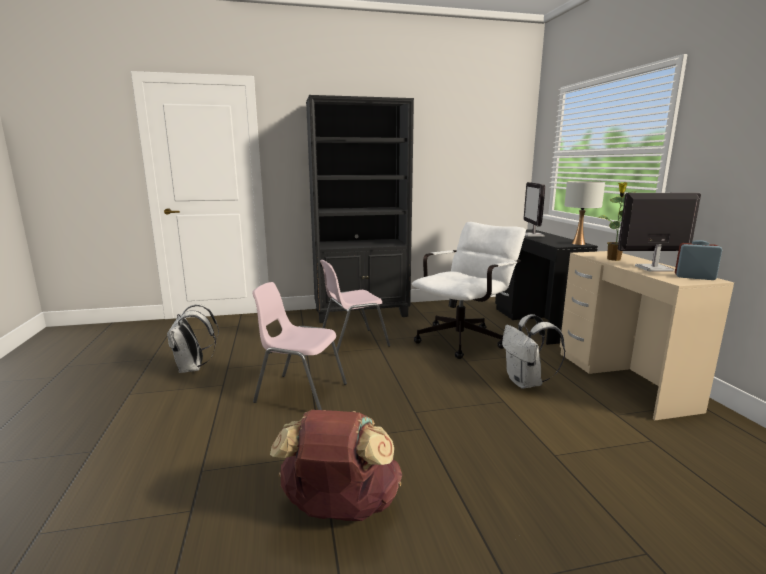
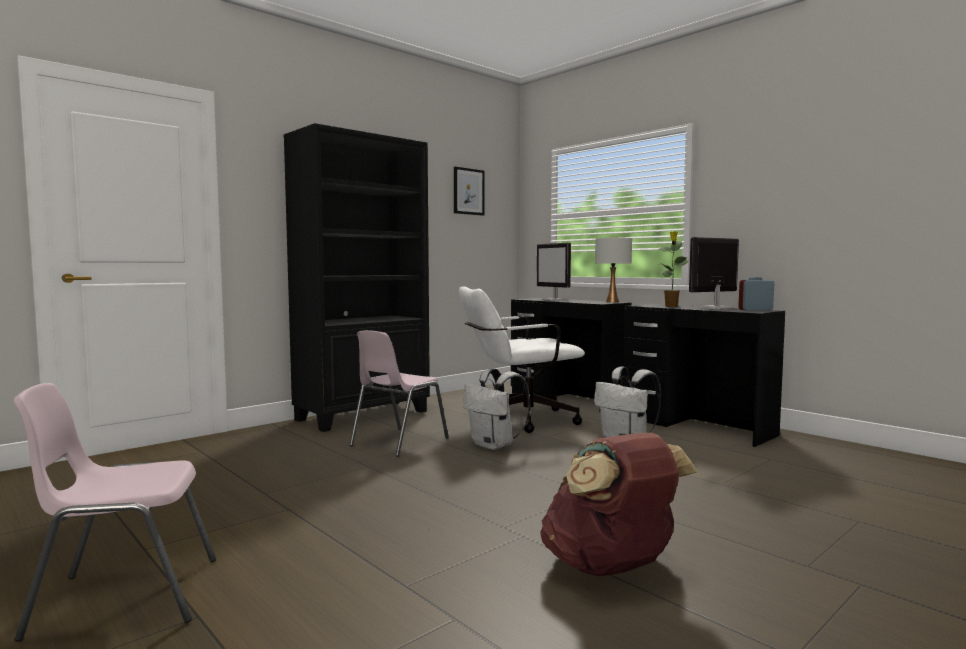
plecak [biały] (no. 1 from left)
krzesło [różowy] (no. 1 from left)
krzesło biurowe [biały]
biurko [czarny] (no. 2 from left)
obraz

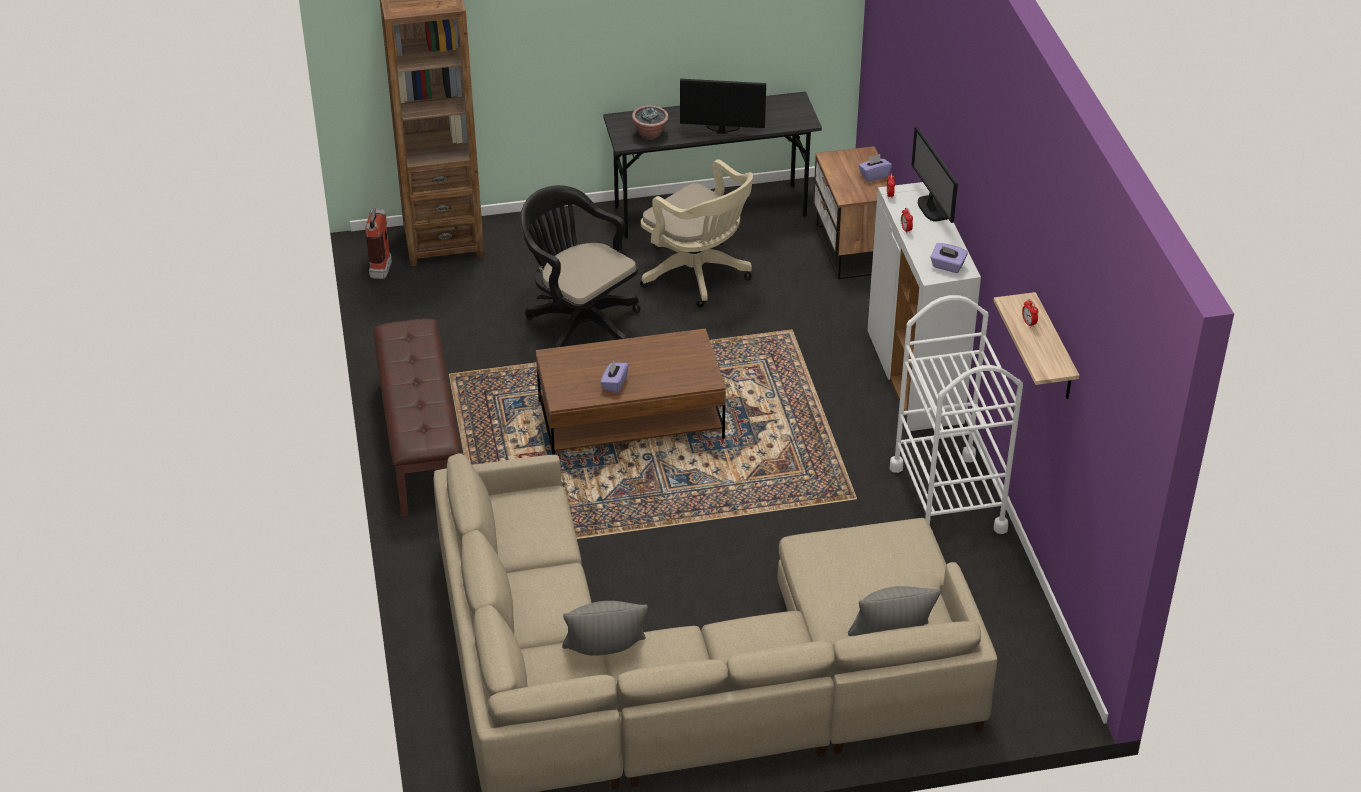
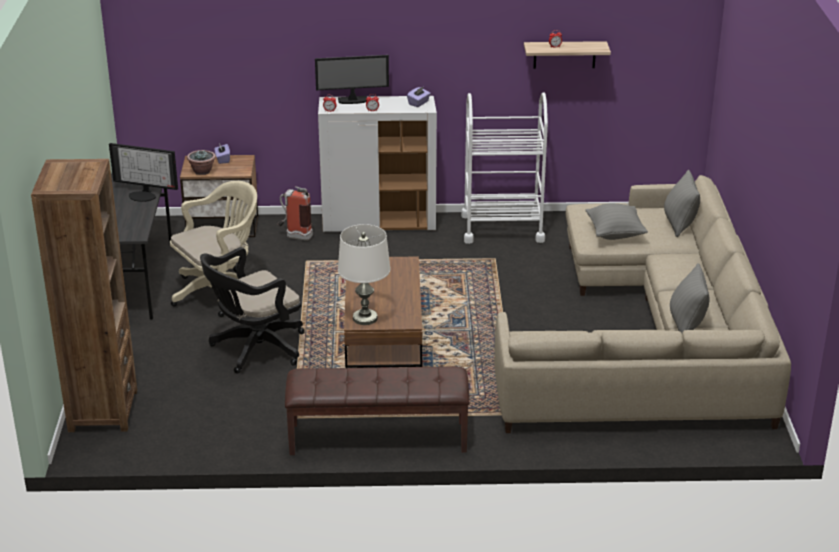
gaśnica
pudełko chusteczek [fioletowy] (no. 1 from left in the first image)
roślina doniczkowa
monitor (no. 1 from left)
lampa stołowa [biały]
poduszka [szary] (no. 1 from left)

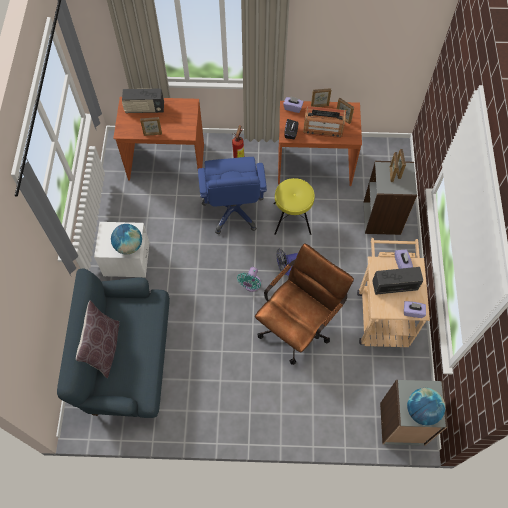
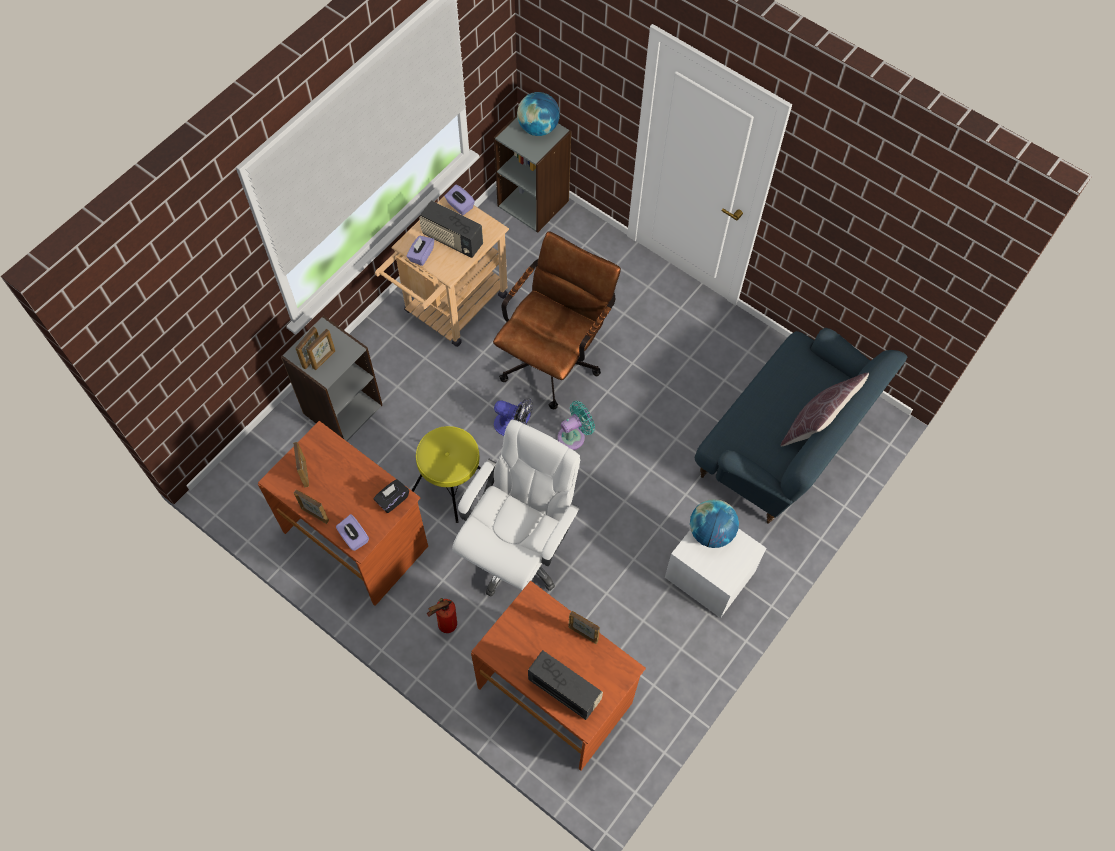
krzesło biurowe [biały]
krzesło biurowe [brązowy]
radio (no. 2 from left in the first image)

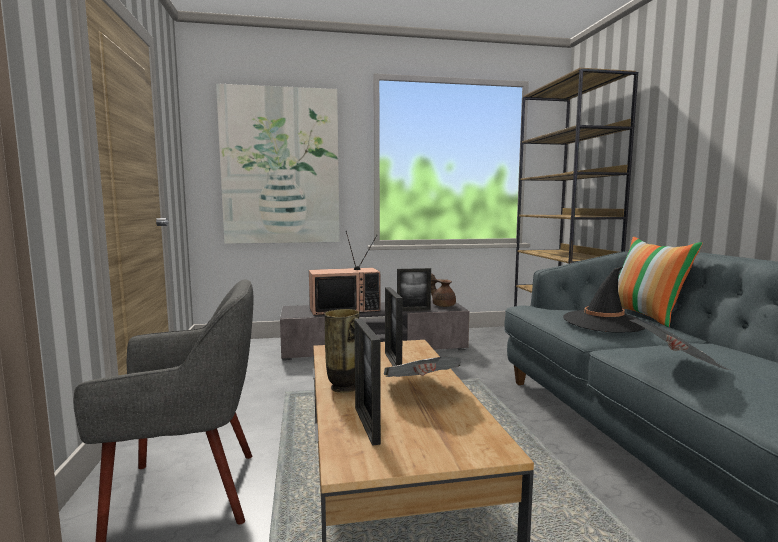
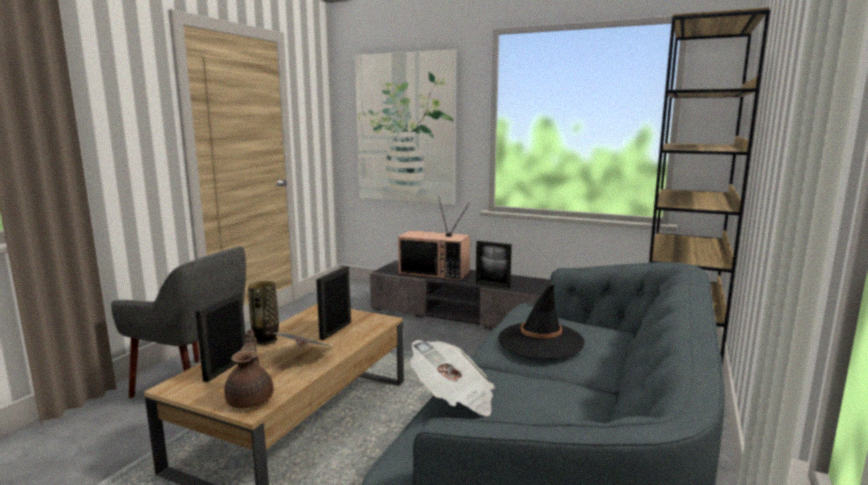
imbryk [brązowy]
poduszka

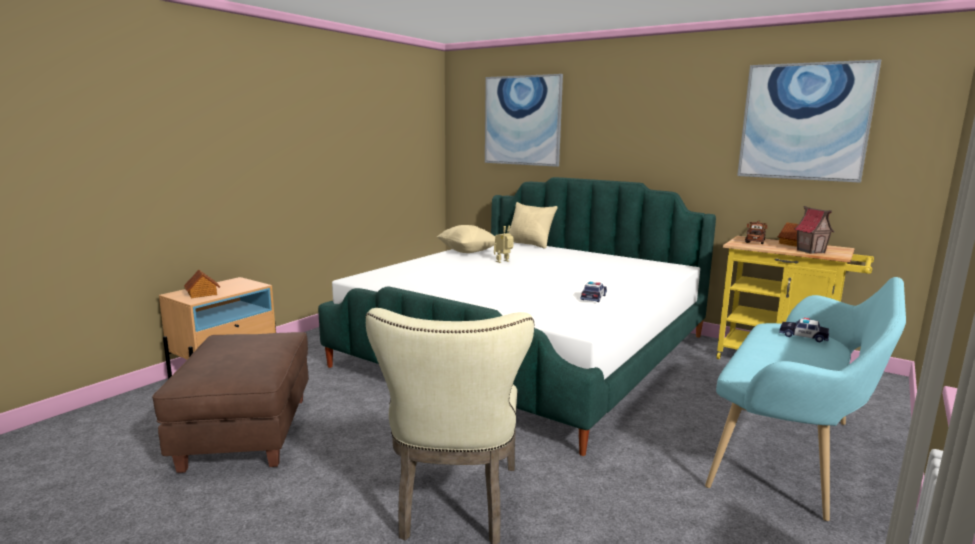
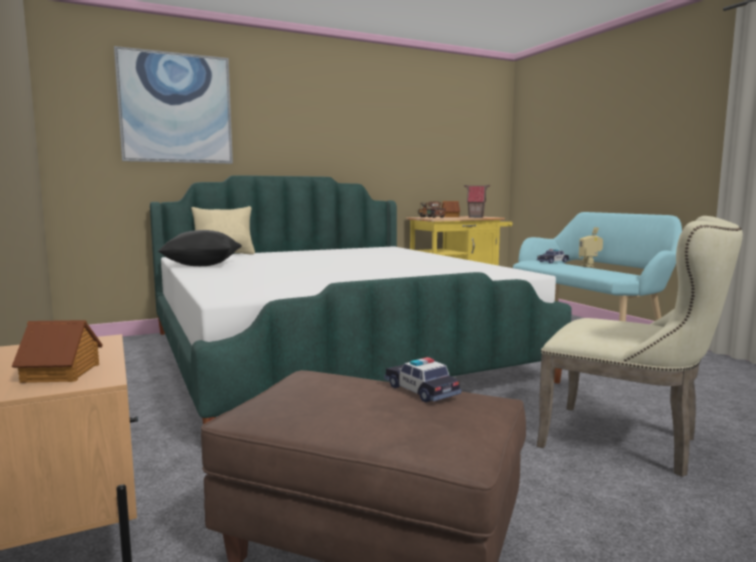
poduszka [czarny]
robot zabawkowy
samochodzik (no. 1 from left)
obraz (no. 2 from left in the first image)

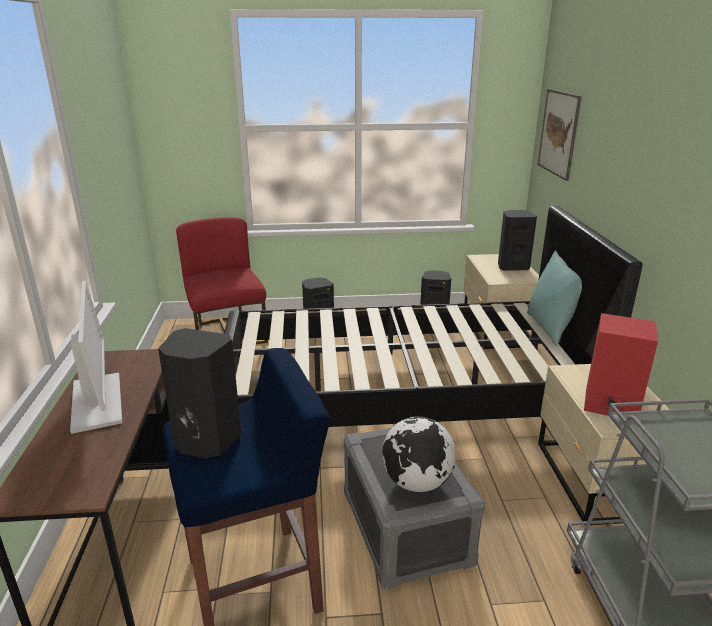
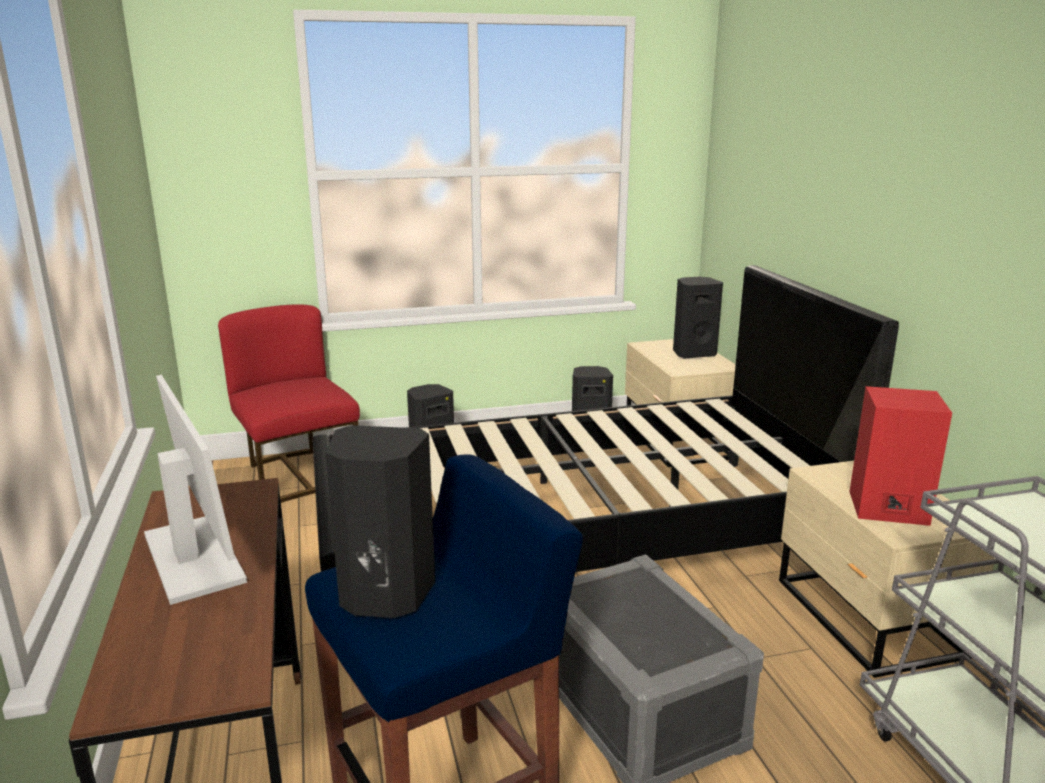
globus
poduszka [turkusowy]
obraz

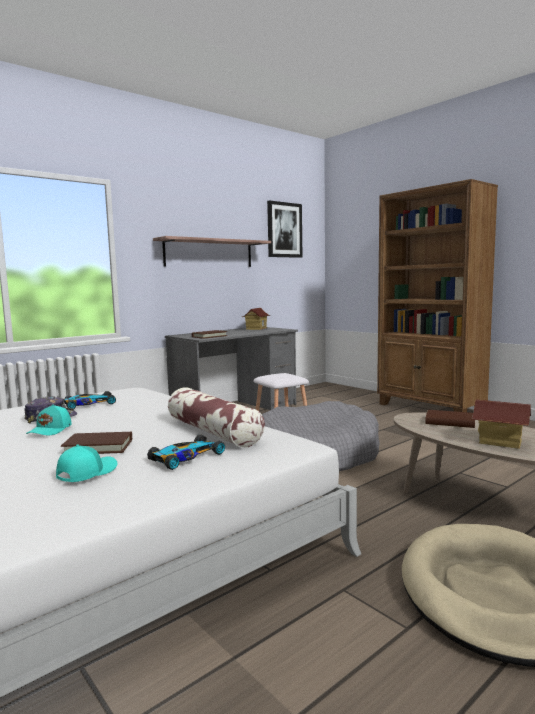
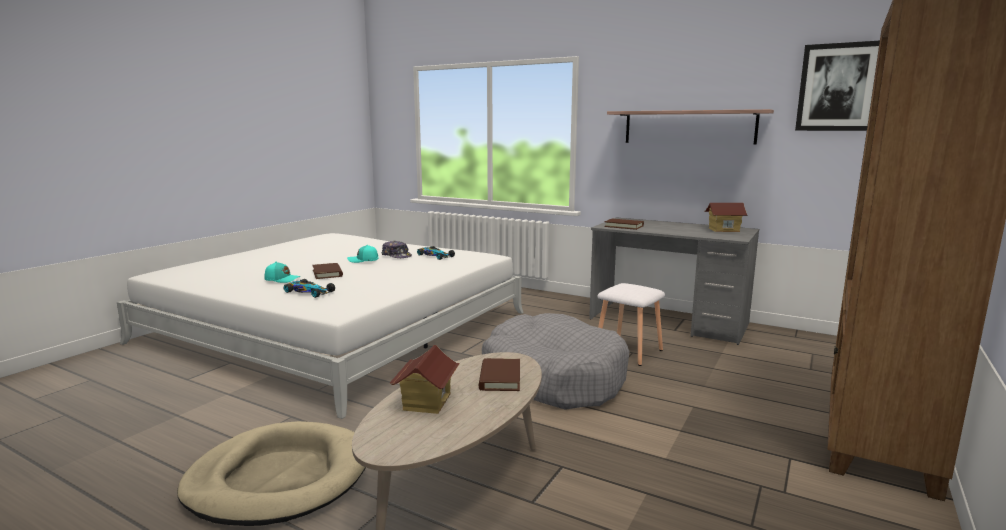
poduszka

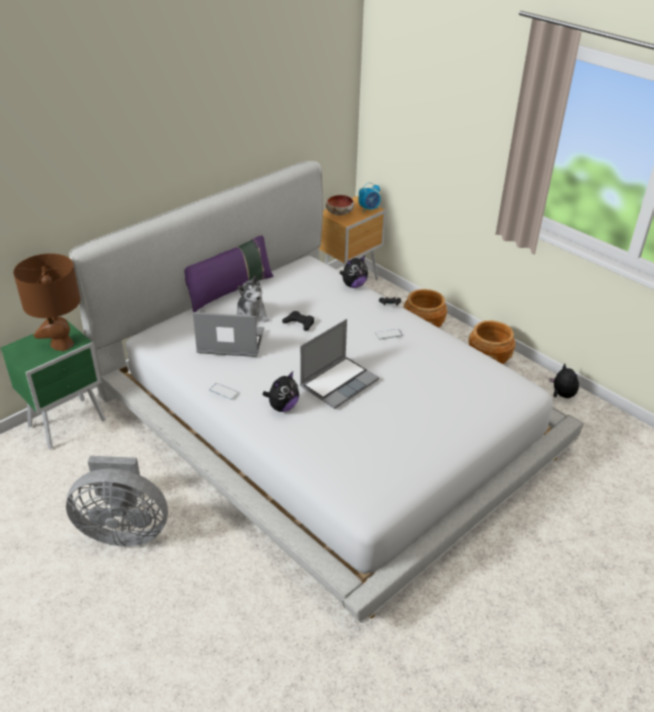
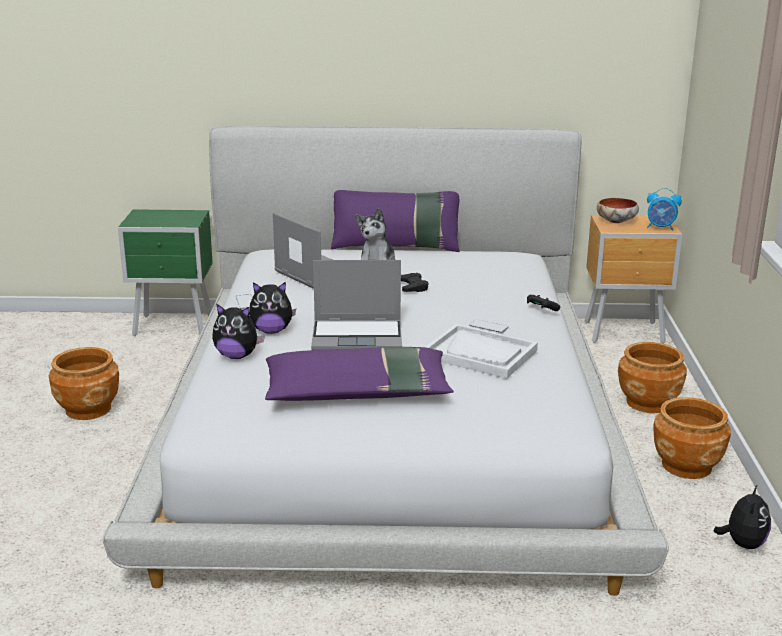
lampa stołowa [brązowy]
donica [brązowy] (no. 1 from left)
pluszak (no. 1 from left)
poduszka [fioletowy] (no. 1 from left)
taca [biały]

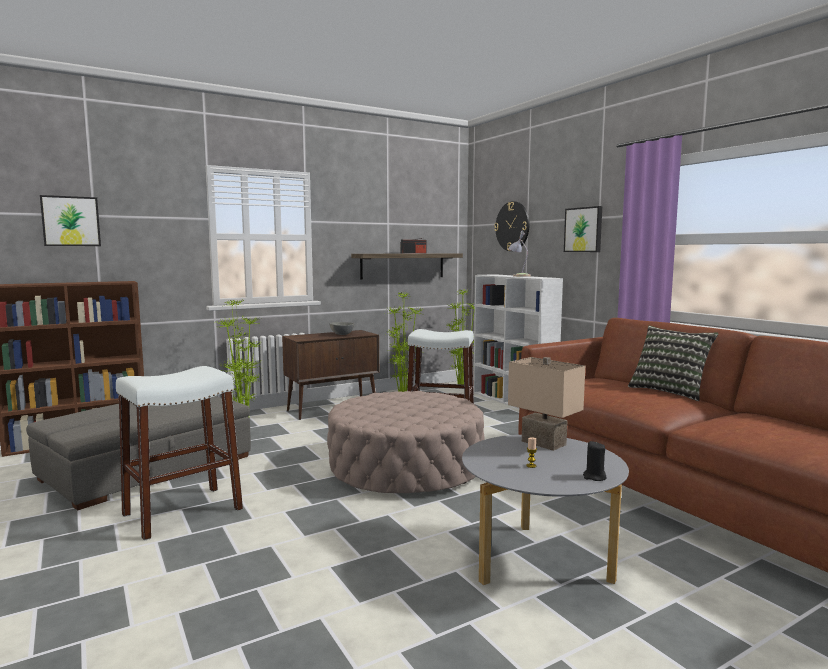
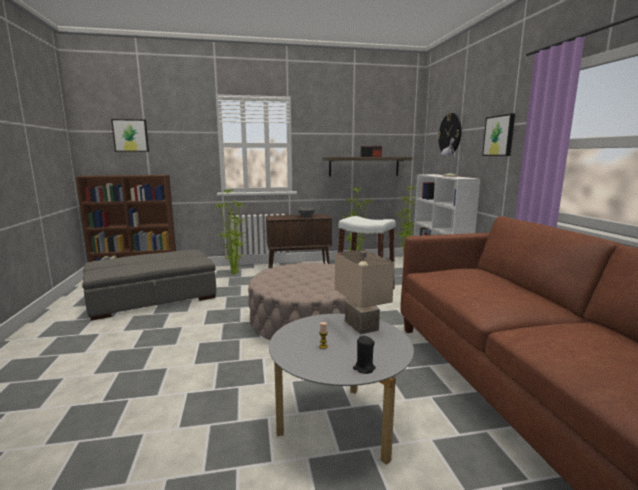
stołek [biały] (no. 1 from left in the first image)
poduszka

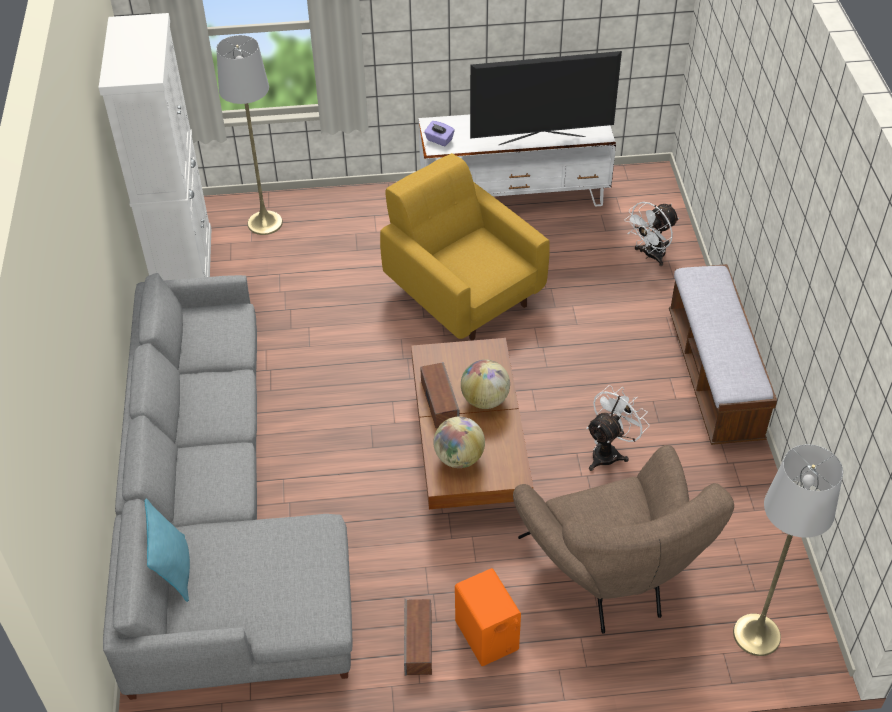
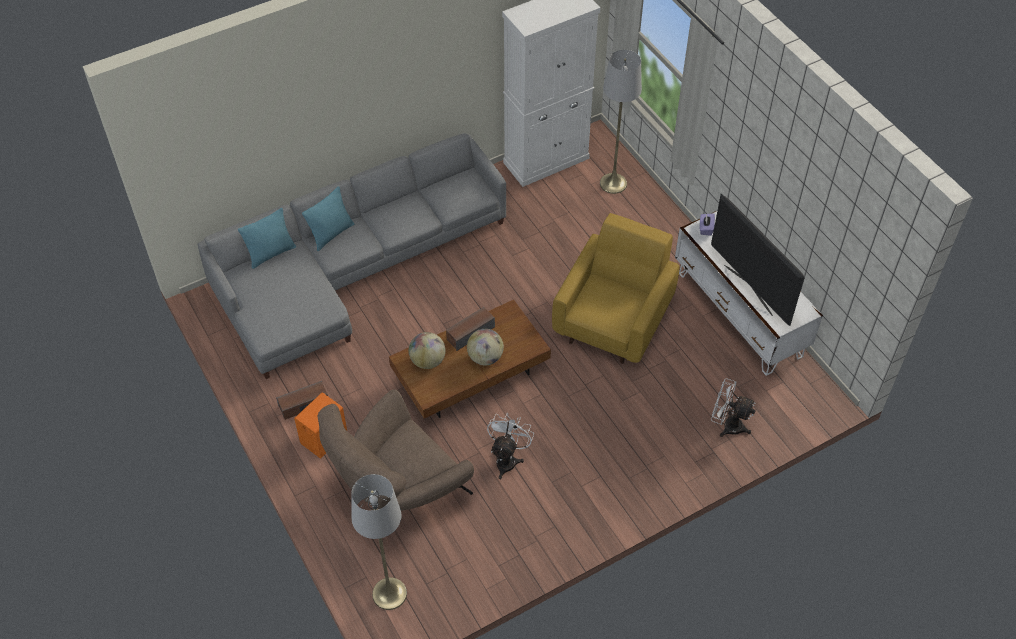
wentylator [biały] (no. 1 from left)
ławka
poduszka [turkusowy] (no. 2 from left)

